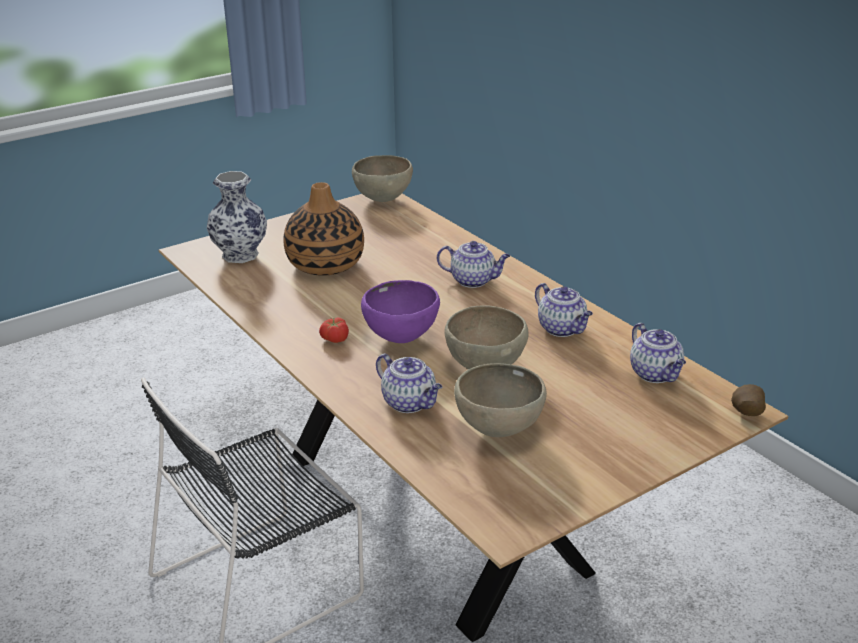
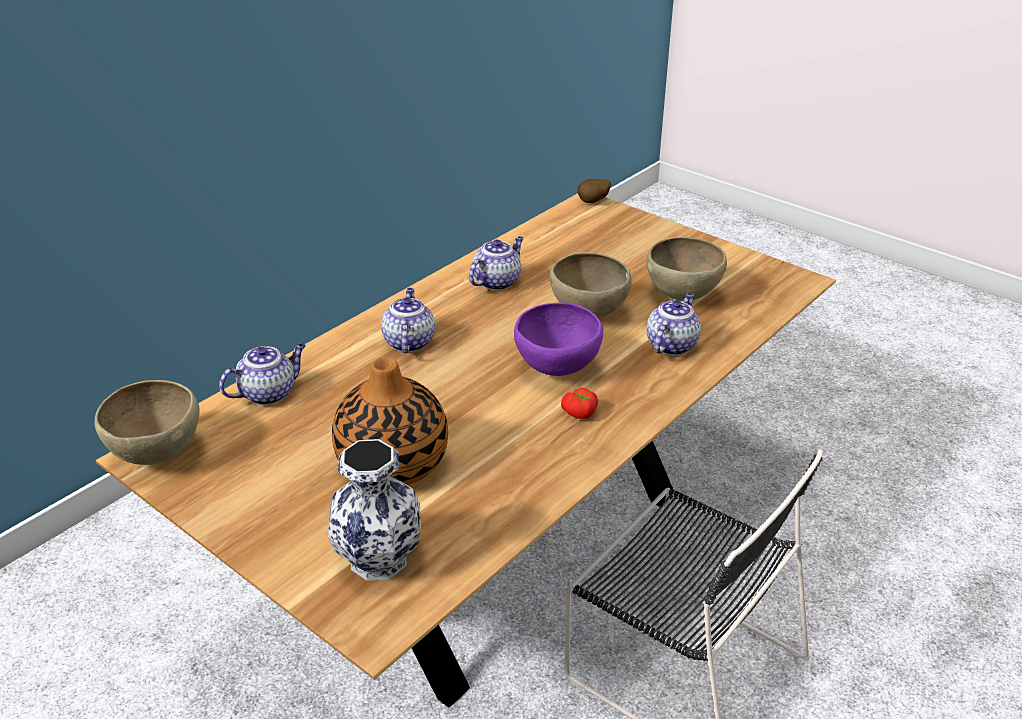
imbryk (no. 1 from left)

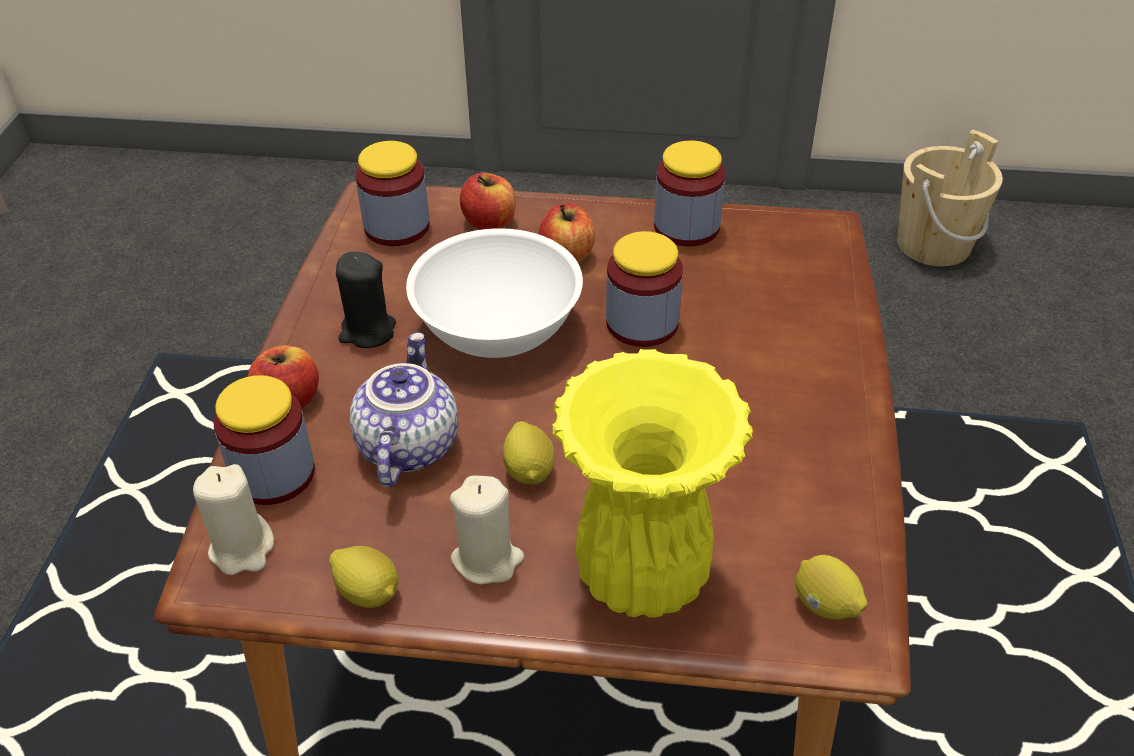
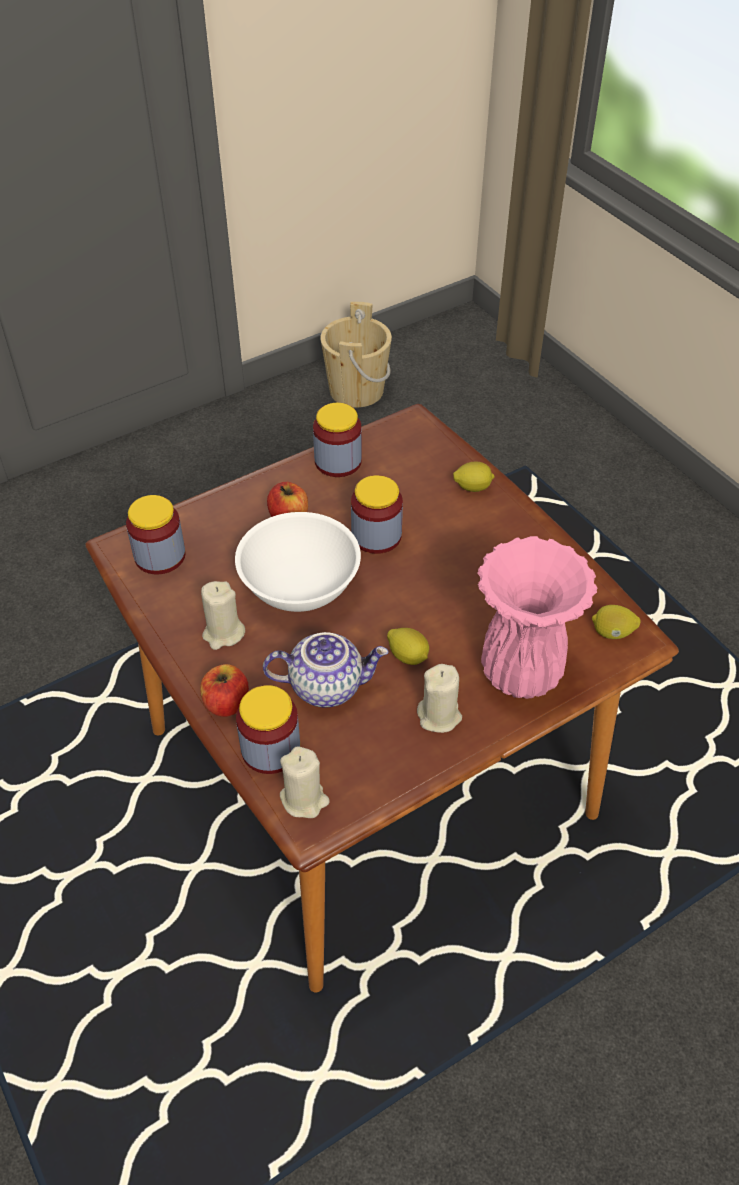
cytryna (no. 2 from left)
świeca [beżowy] (no. 1 from left)
imbryk
jabłko (no. 2 from left in the first image)
wazon [różowy]

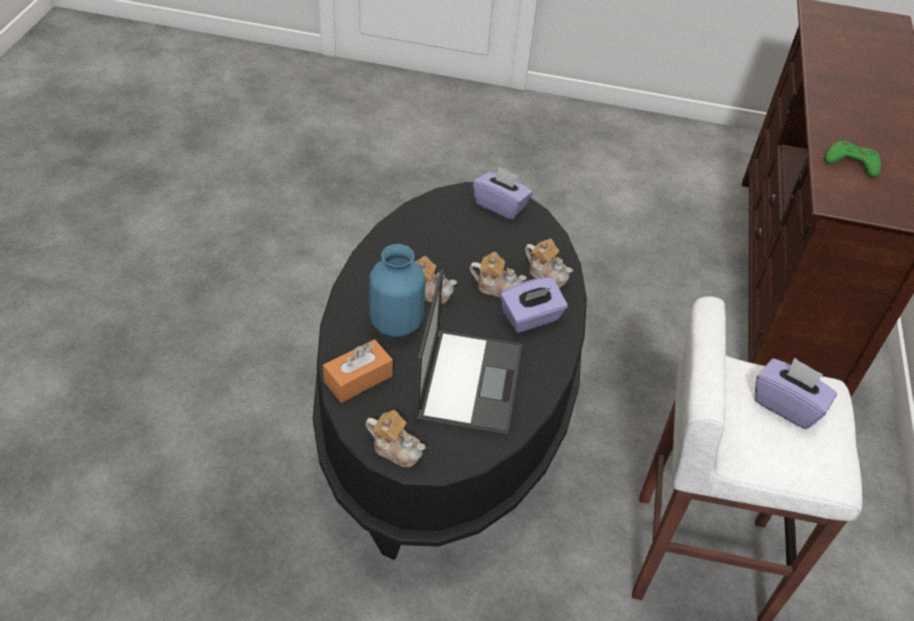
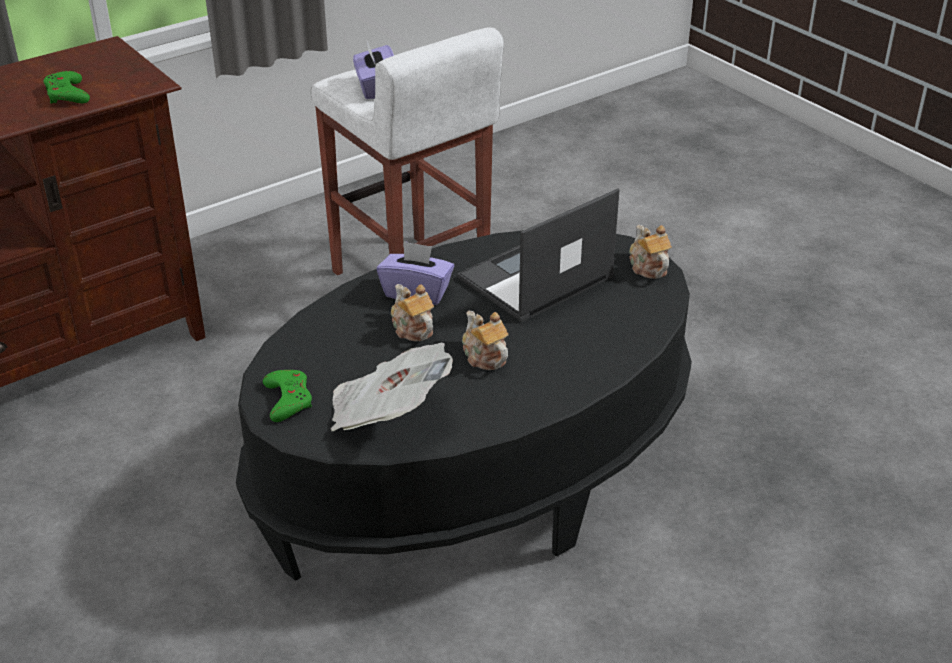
pudełko chusteczek [pomarańczowy]
wazon [niebieski]
pad do gier [zielony] (no. 2 from left)
imbryk (no. 4 from left in the first image)
gazeta

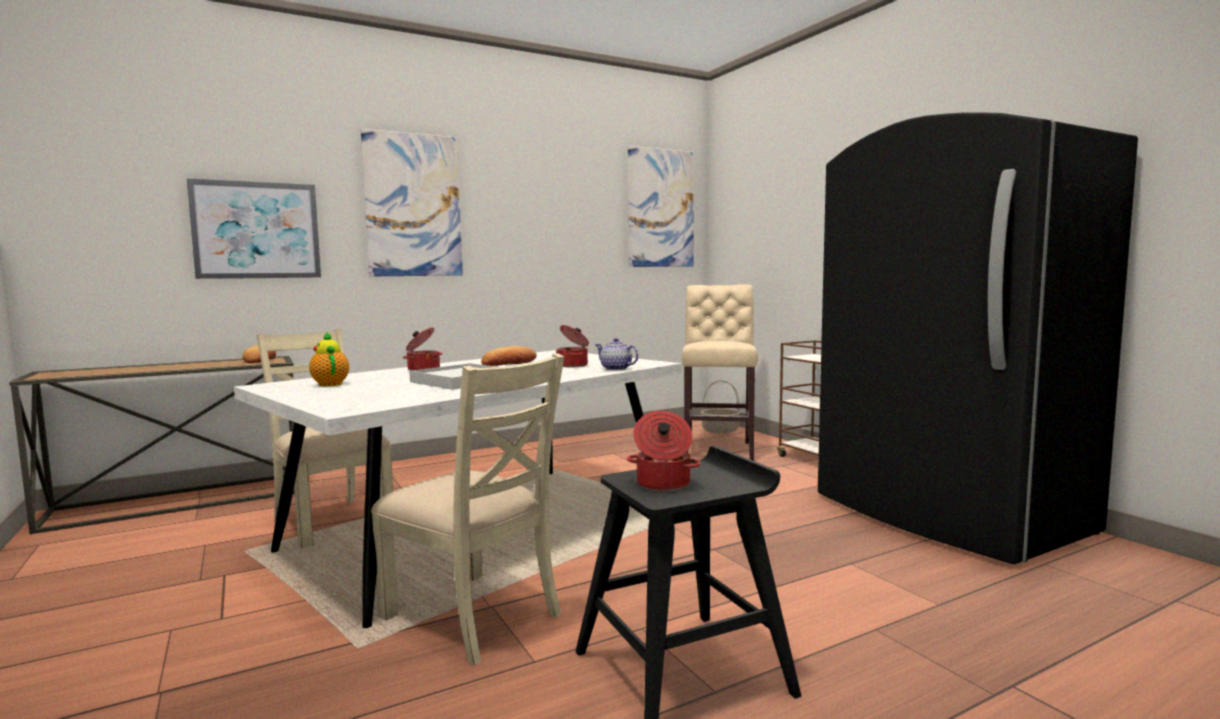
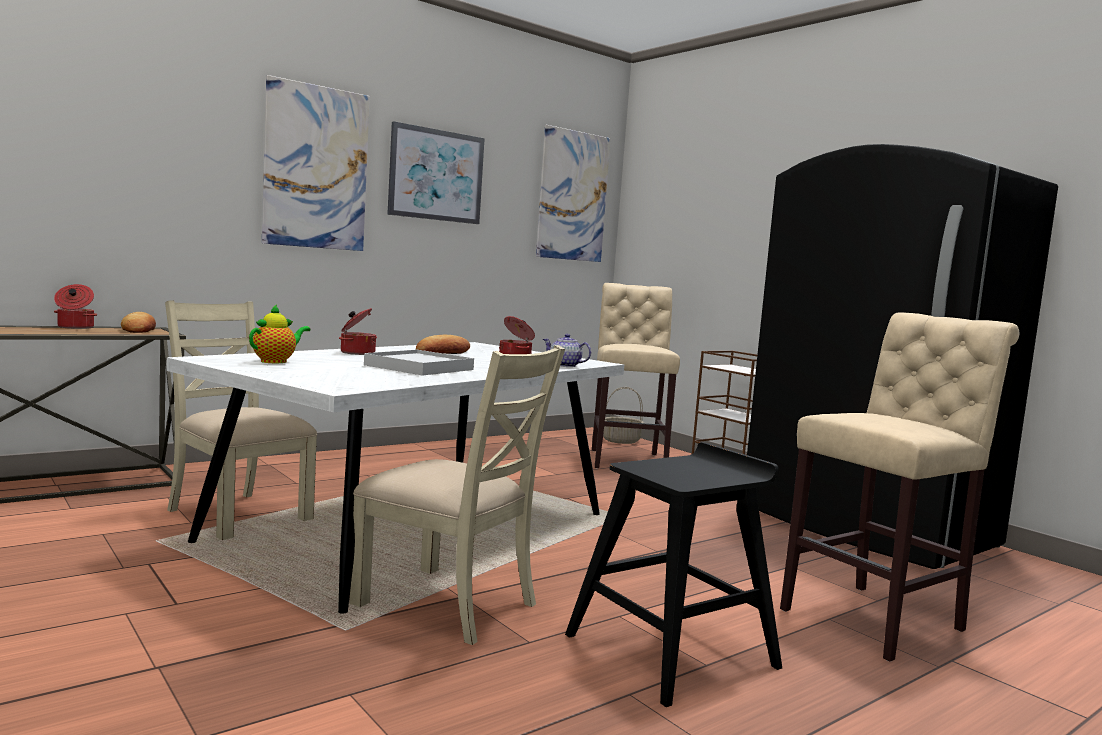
obraz (no. 2 from left)
imbryk (no. 1 from left)
garnek (no. 1 from left)
stołek [beżowy] (no. 2 from left)

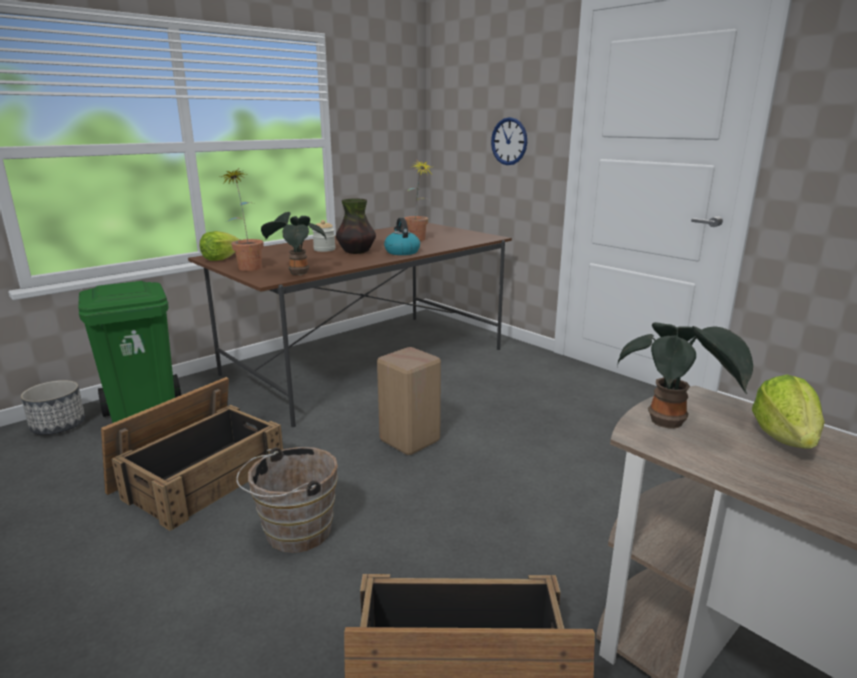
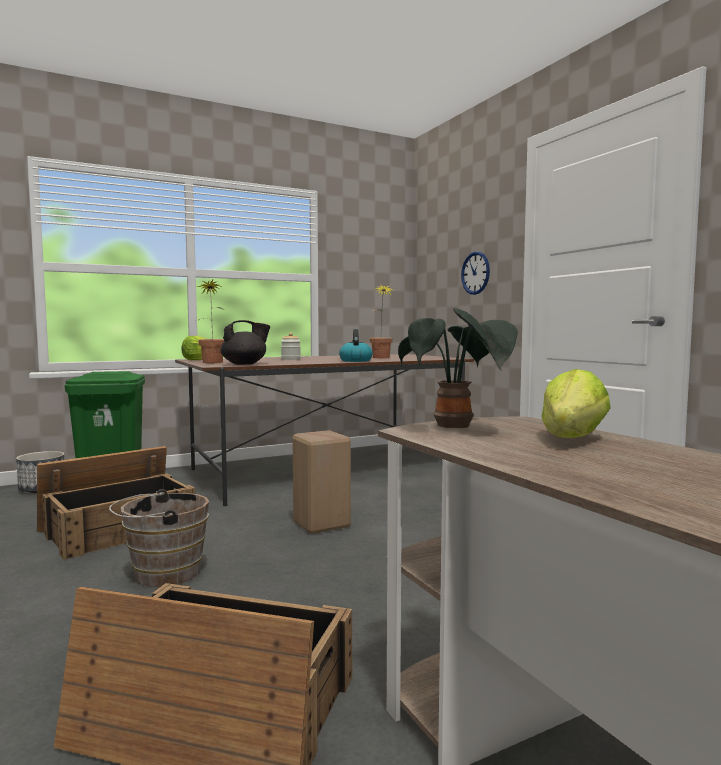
imbryk [czarny]
wazon

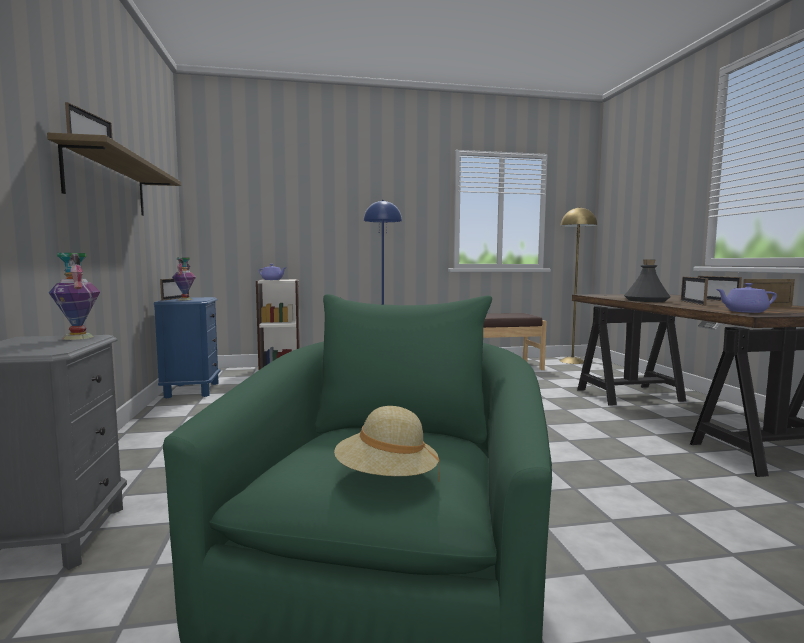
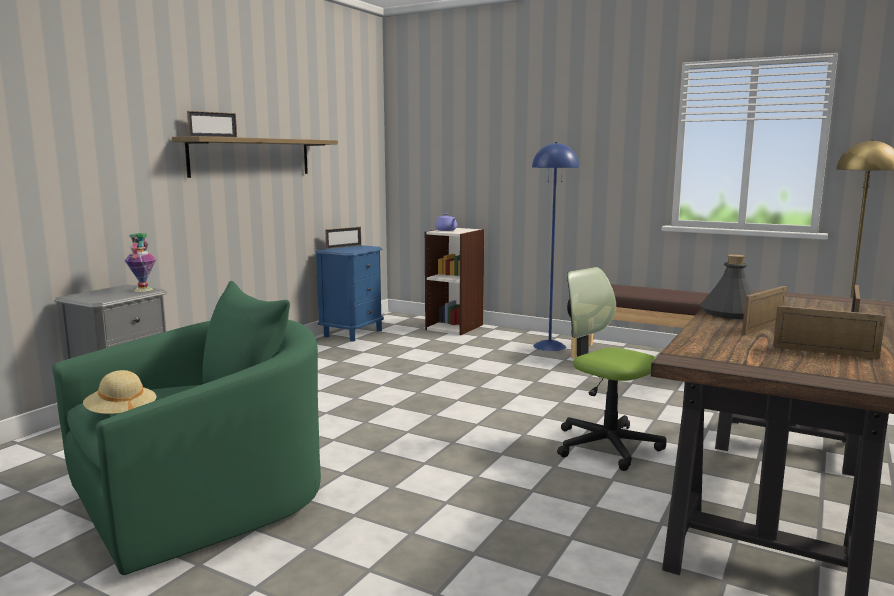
wazon (no. 2 from left in the first image)
imbryk [fioletowy] (no. 2 from left in the first image)
krzesło biurowe

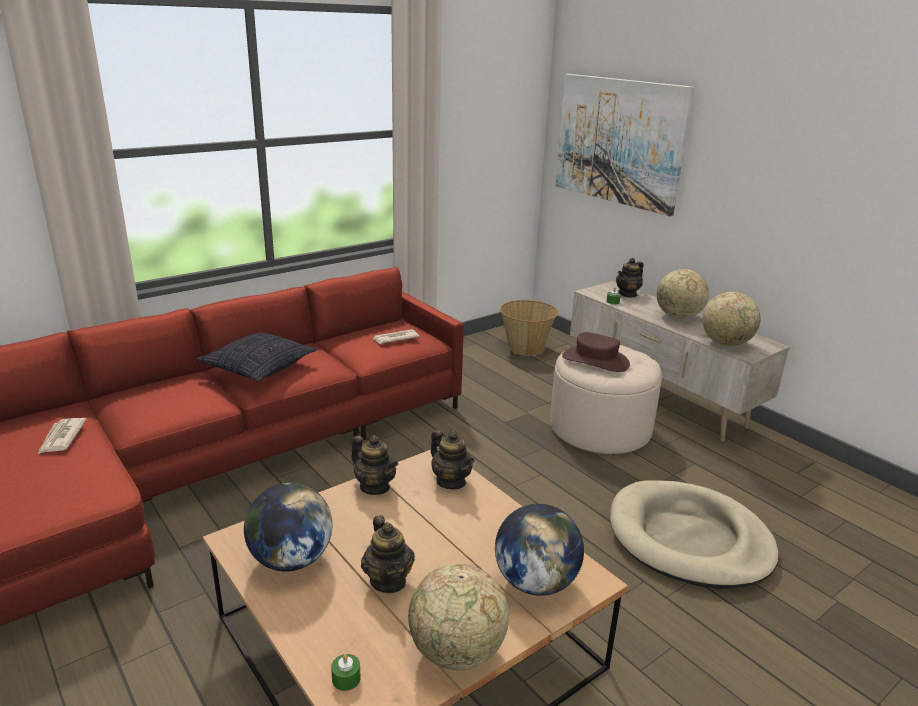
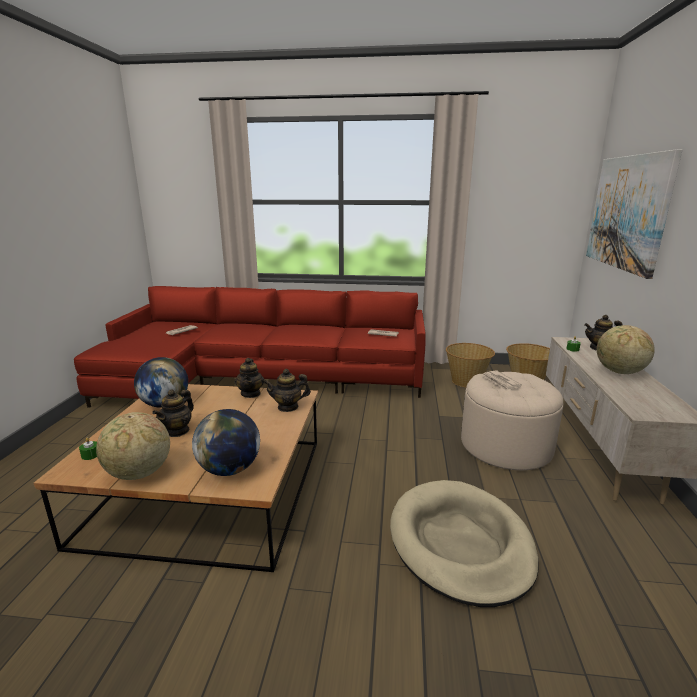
poduszka
imbryk (no. 3 from left)
gazeta (no. 3 from left)
globus (no. 5 from left in the first image)
koszyk (no. 1 from left)

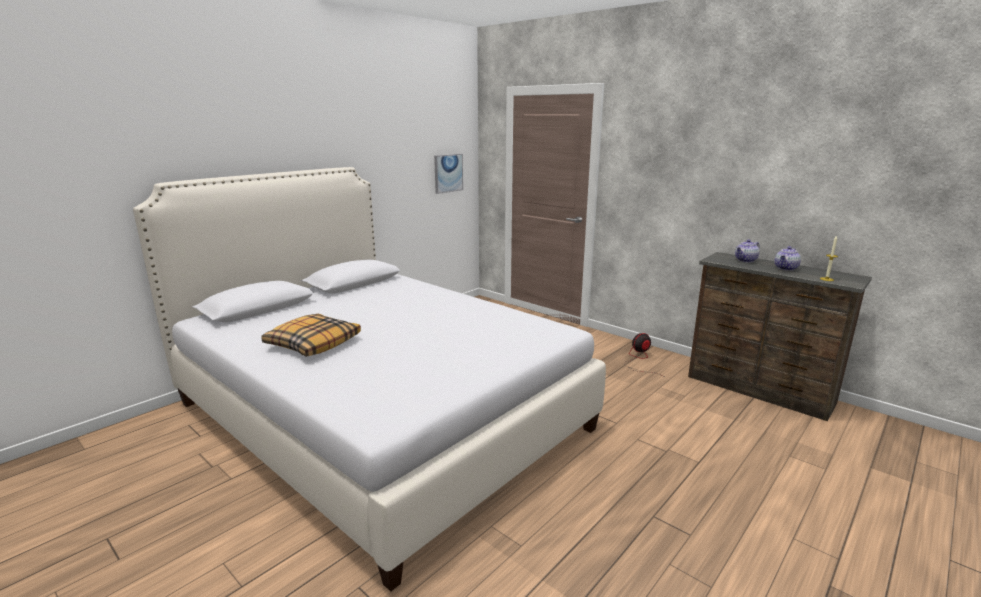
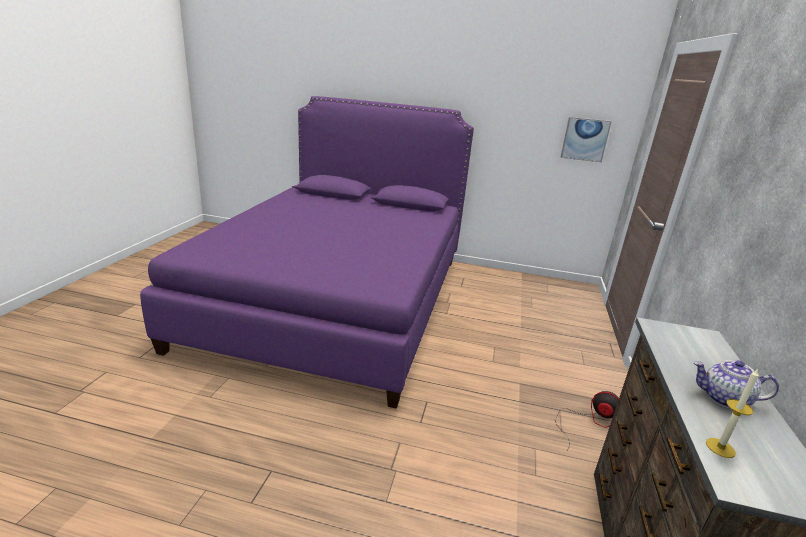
łóżko [fioletowy]
poduszka
imbryk (no. 1 from left in the first image)

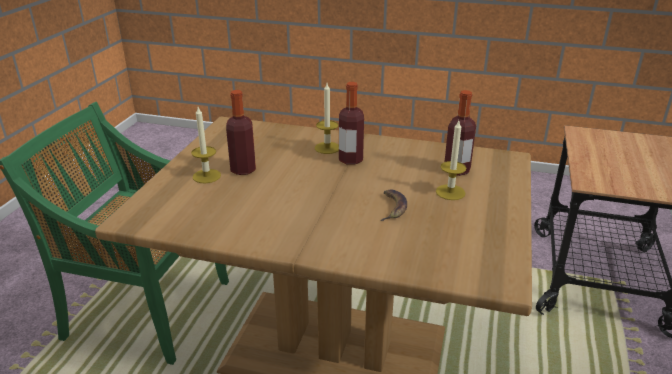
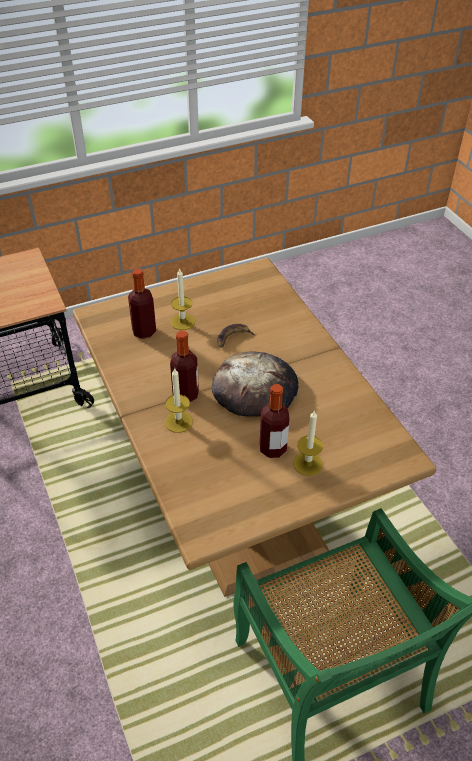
chleb

